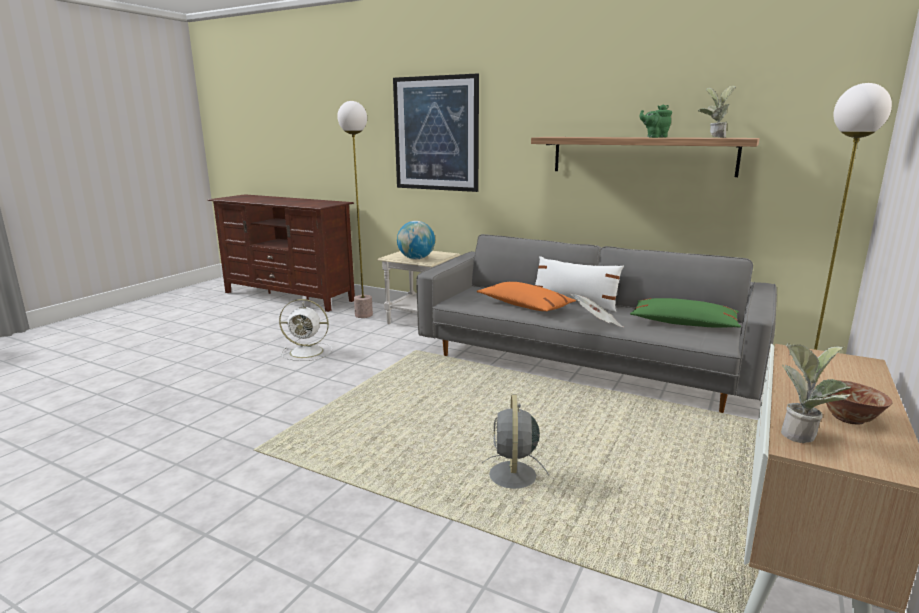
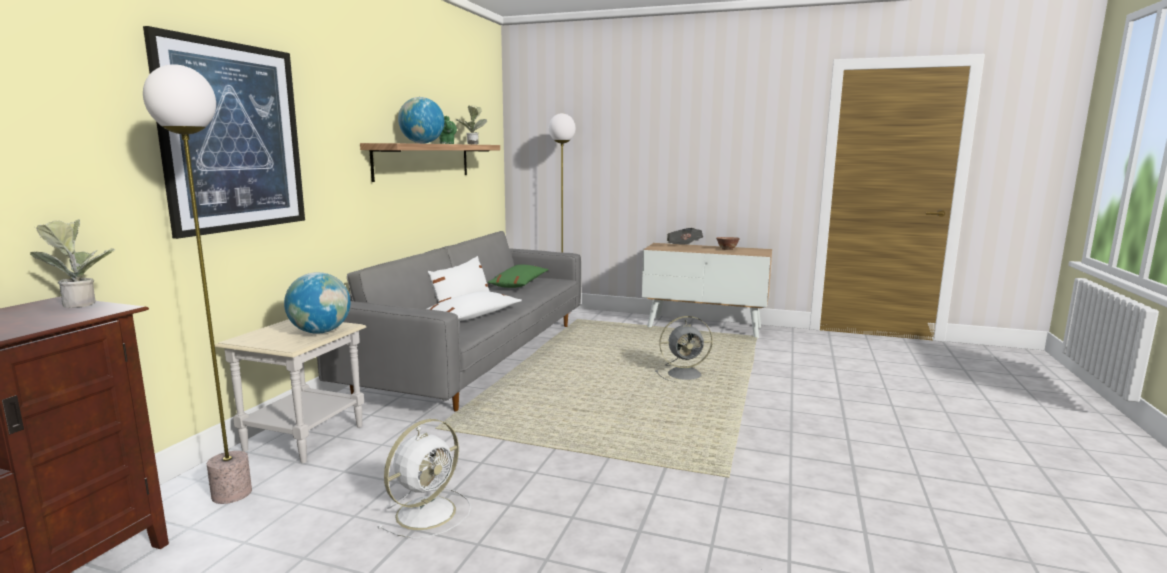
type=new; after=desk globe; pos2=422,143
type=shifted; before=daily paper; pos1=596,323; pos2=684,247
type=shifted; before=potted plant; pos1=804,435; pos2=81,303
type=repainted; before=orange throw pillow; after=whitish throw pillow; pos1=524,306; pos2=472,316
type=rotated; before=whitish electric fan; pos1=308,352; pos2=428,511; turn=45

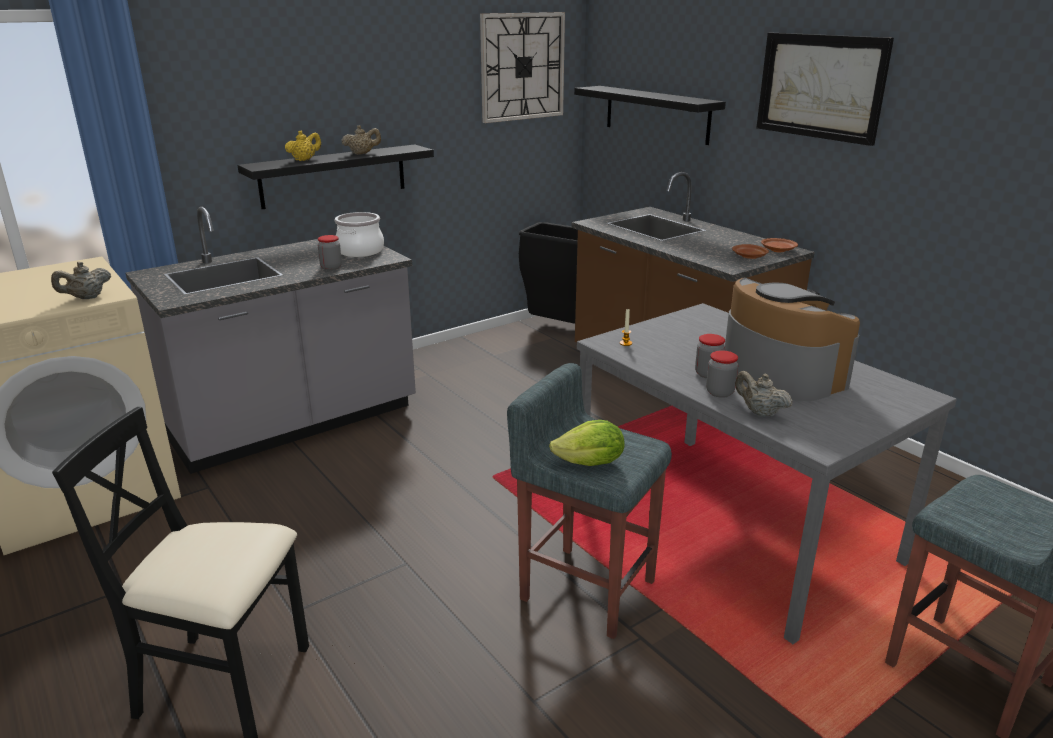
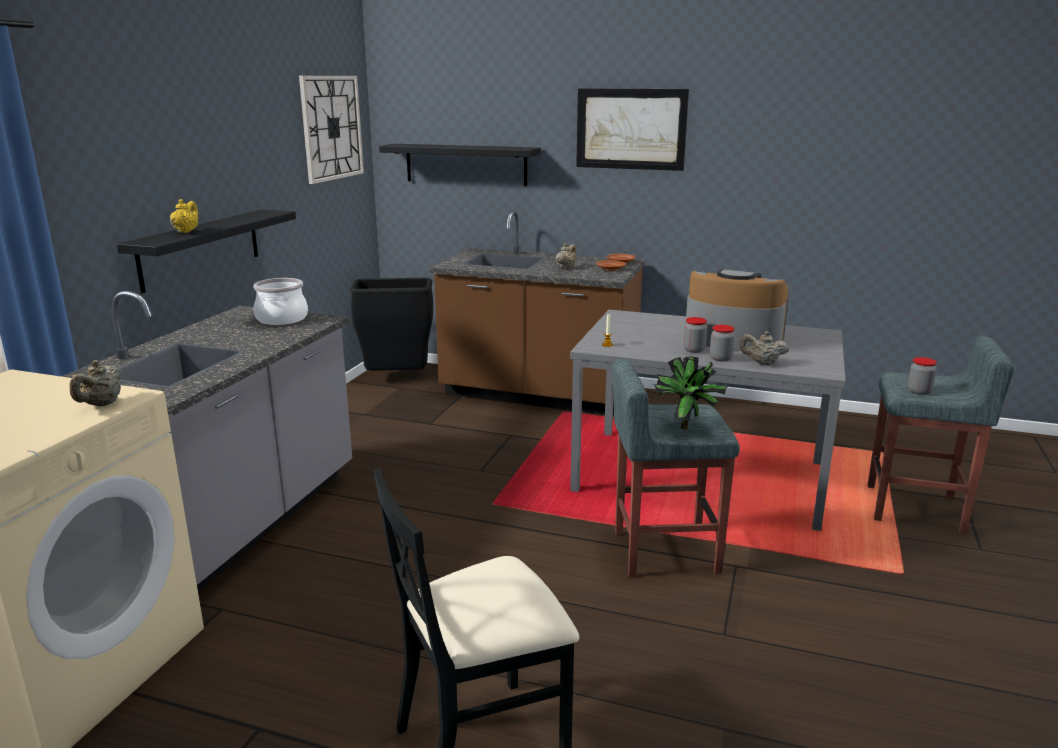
type=shifted; before=jar; pos1=331,267; pos2=919,391
type=shifted; before=beige-coloured teapot; pos1=362,154; pos2=565,268
type=swapped; before=lettuce head; after=potted plant; pos1=590,464; pos2=688,429

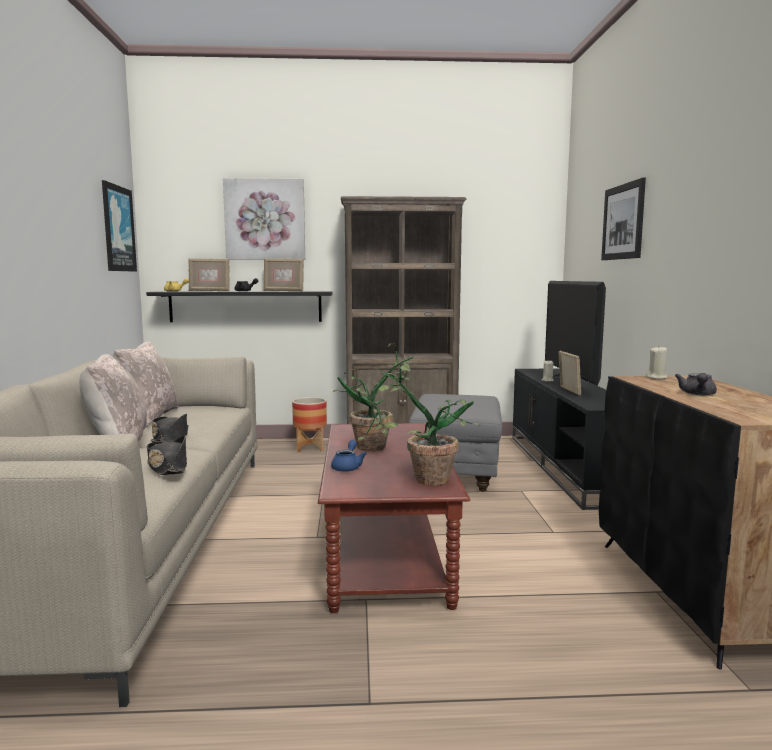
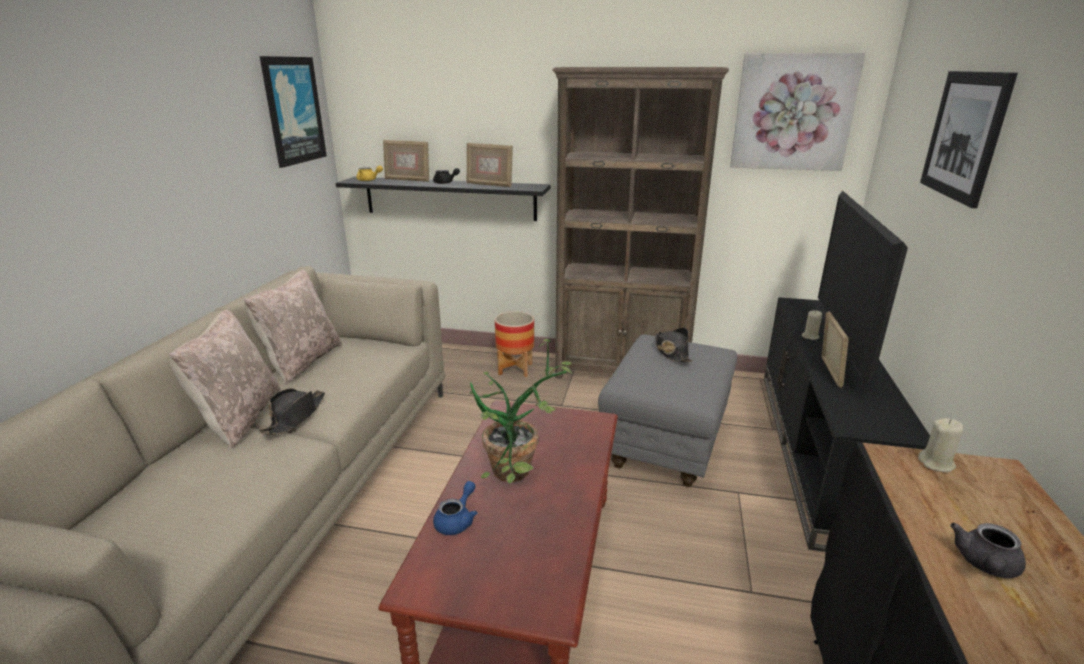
type=gone; before=potted plant; pos1=423,478
type=shifted; before=black-coloured hat; pos1=168,467; pos2=671,352
type=shifted; before=wall art; pos1=265,220; pos2=793,112

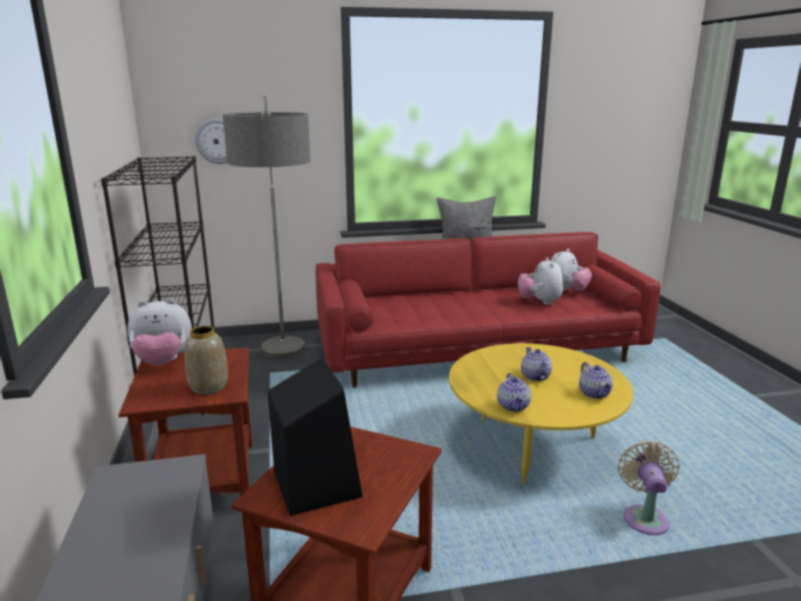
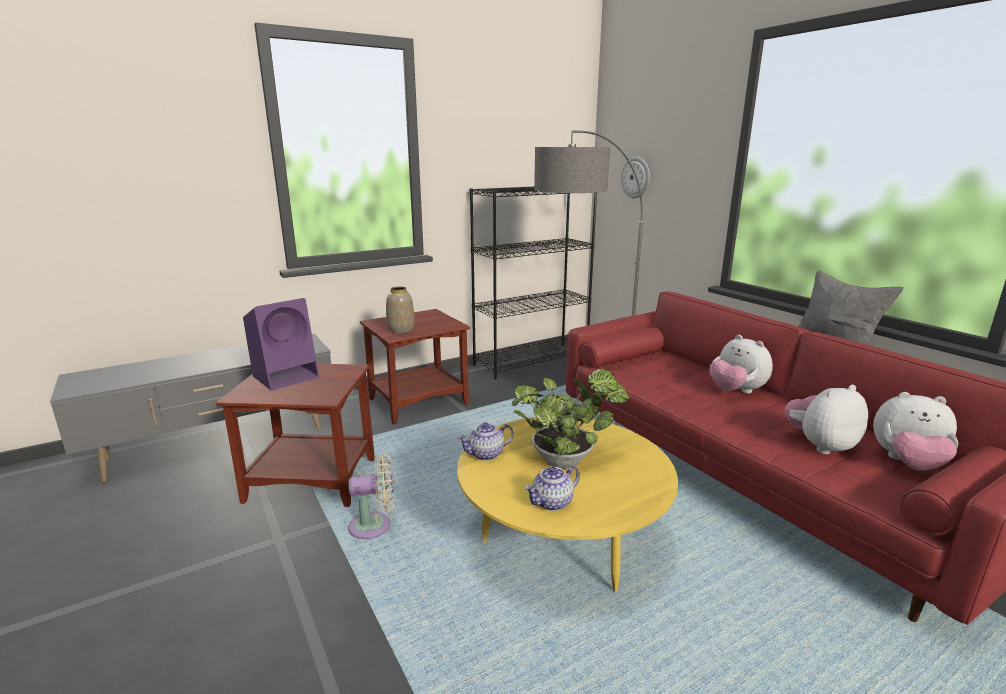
type=shifted; before=soft toy; pos1=163,362; pos2=736,391
type=shifted; before=beige-coloured electric fan; pos1=644,517; pos2=374,526
type=swapped; before=teapot; after=potted plant; pos1=534,376; pos2=566,460
type=repainted; before=black-coloured audio speaker; after=purple audio speaker; pos1=315,483; pos2=287,376

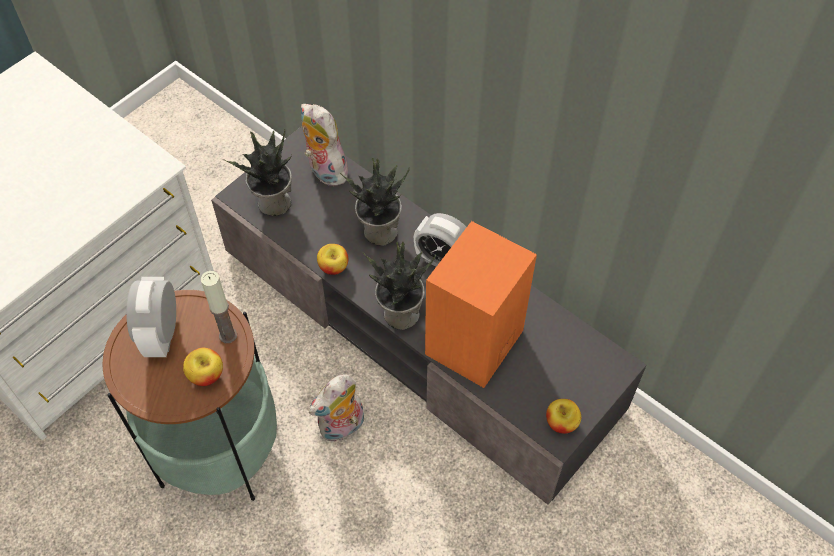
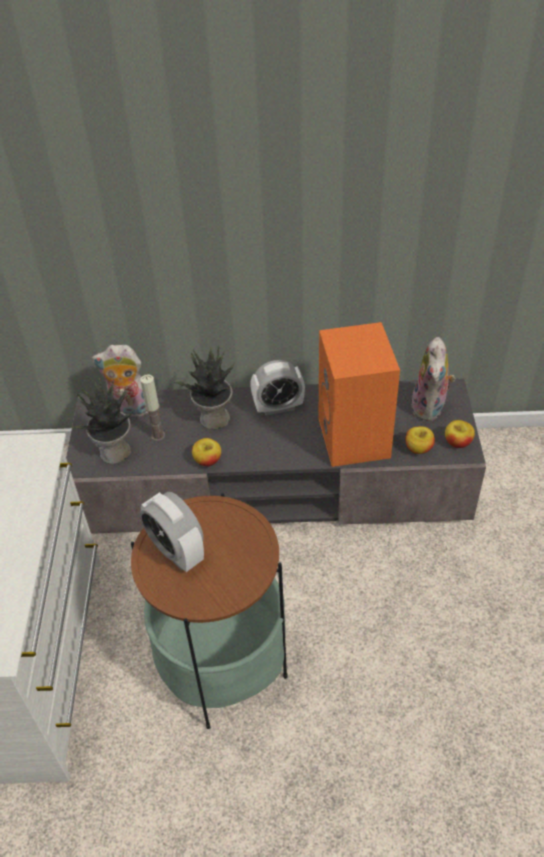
type=gone; before=potted plant; pos1=399,314
type=shifted; before=apple fruit; pos1=206,375; pos2=418,448
type=shifted; before=wax candle; pos1=228,335; pos2=158,436
type=shifted; before=soft toy; pos1=342,427; pos2=430,408

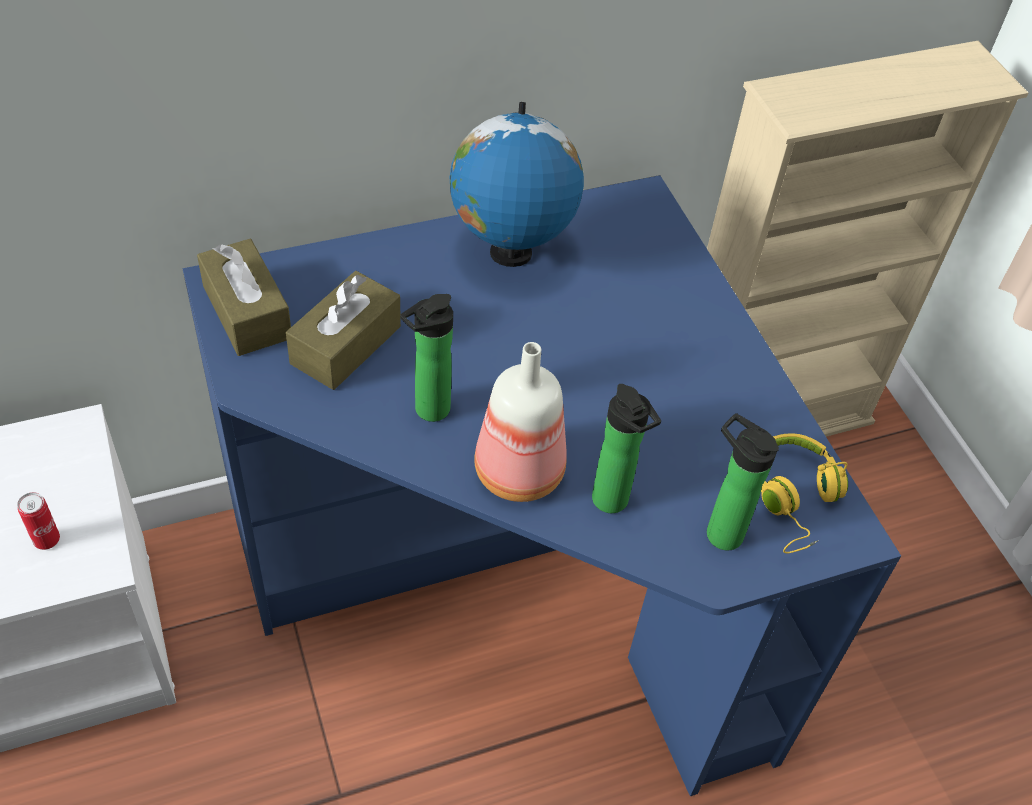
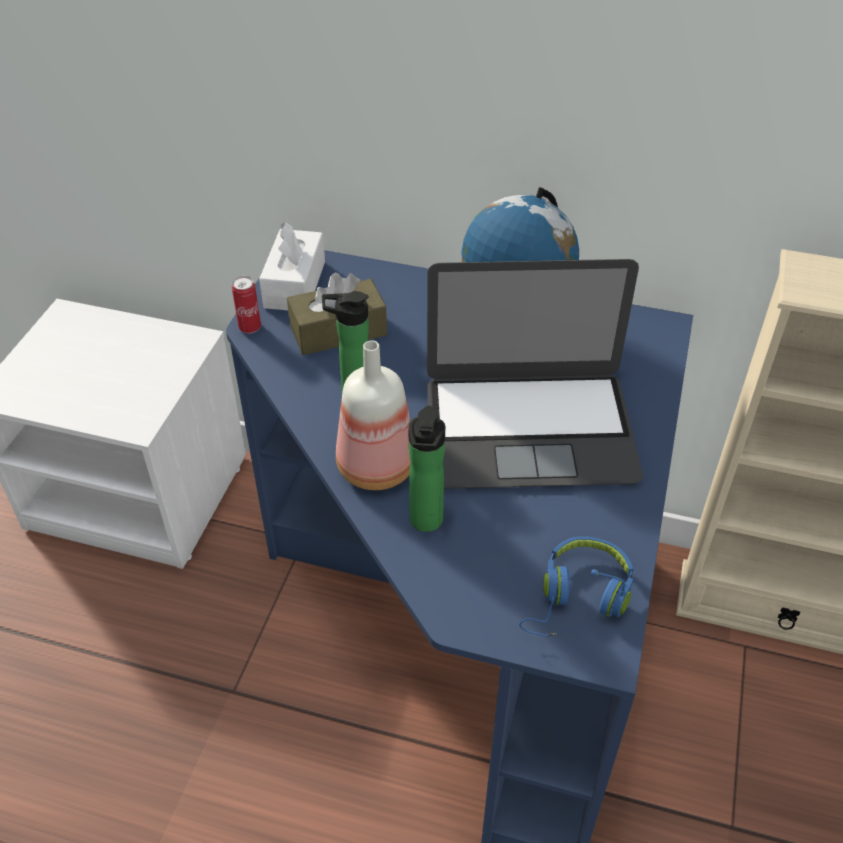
type=gone; before=bottle; pos1=719,531
type=new; after=portable computer; pos2=529,428
type=shifted; before=metal can; pos1=47,540; pos2=250,327
type=repainted; before=brown-coloured box of tissues; after=whitish box of tissues; pos1=247,312; pos2=295,284
type=repainted; before=yellowish pair of headphones; after=bluish pair of headphones; pos1=794,499; pos2=578,598

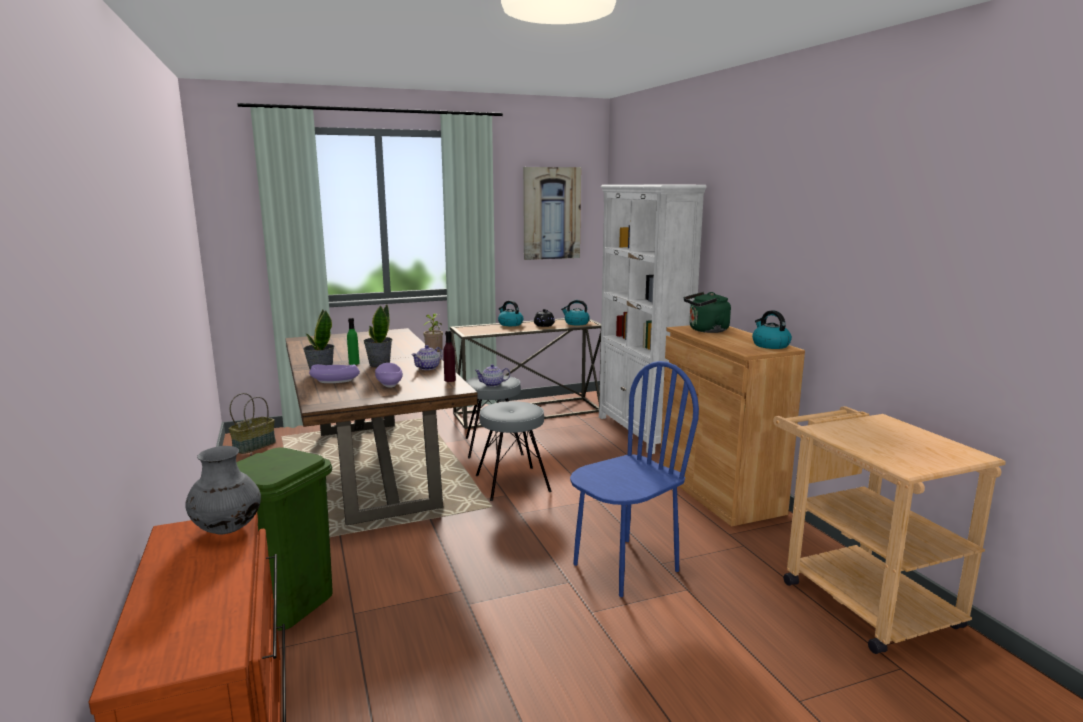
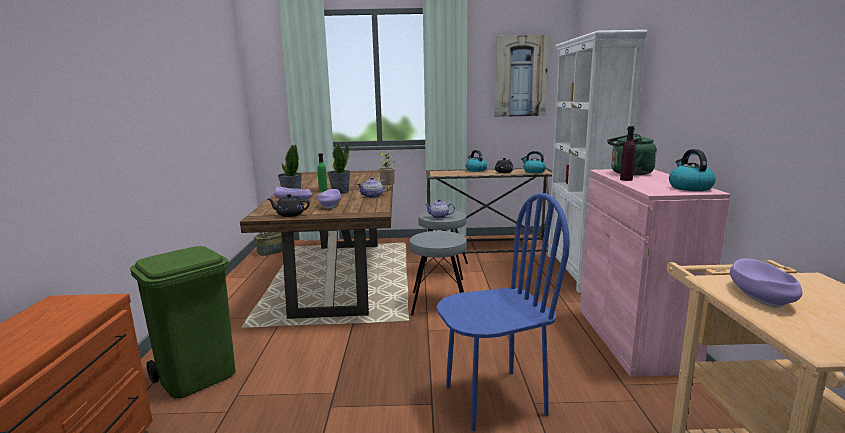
type=gone; before=gray vase; pos1=227,529
type=new; after=black-coloured teapot; pos2=289,215
type=new; after=purple serving bowl; pos2=761,296
type=shifted; before=purple bottle; pos1=450,380; pos2=626,179
type=repainted; before=brown-coloured cabinet; after=pink-coloured cabinet; pos1=719,492; pos2=633,338

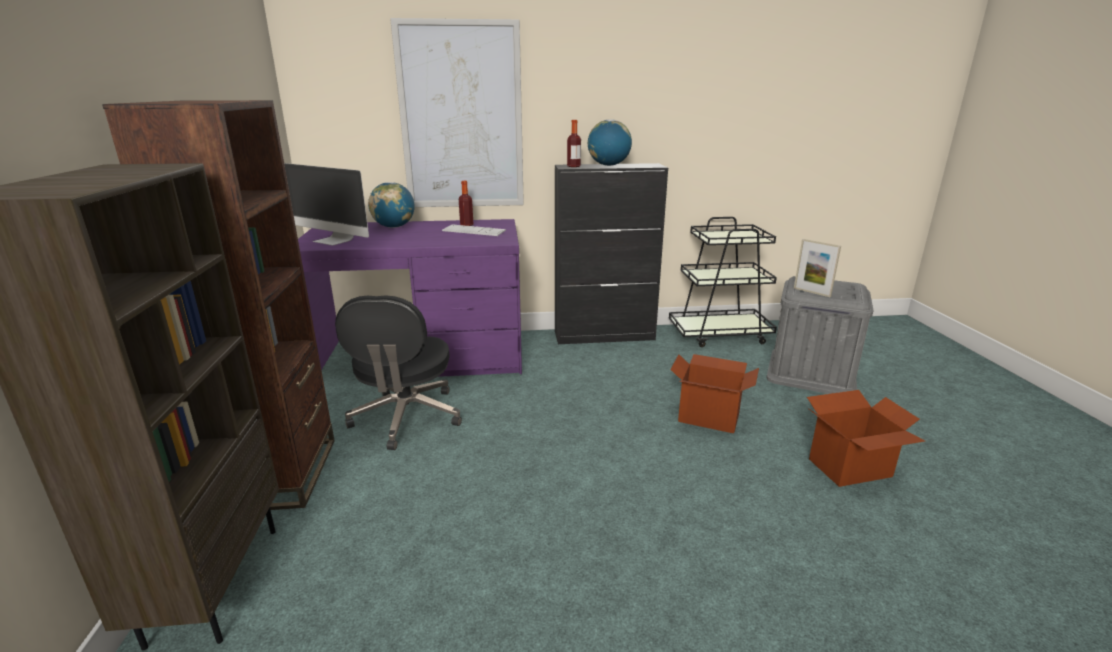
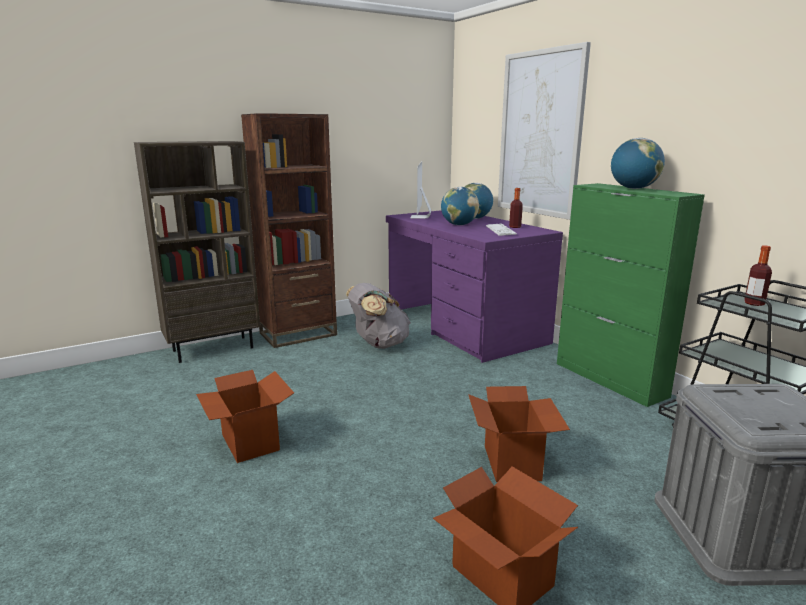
type=gone; before=standing frame; pos1=811,292
type=new; after=packing box; pos2=249,443
type=new; after=desk globe; pos2=459,225
type=shifted; before=bottle; pos1=573,166; pos2=754,303
type=swapped; before=black-coloured office chair; after=gray rucksack; pos1=406,418; pos2=378,344
type=repainted; before=black-coloured cabinet; after=green-coloured cabinet; pos1=605,336; pos2=610,380

